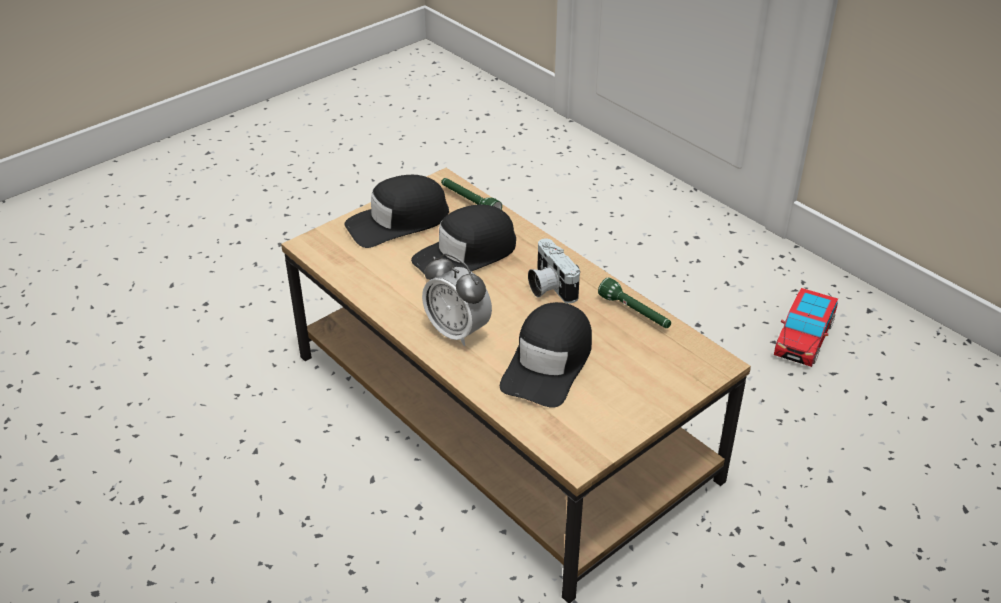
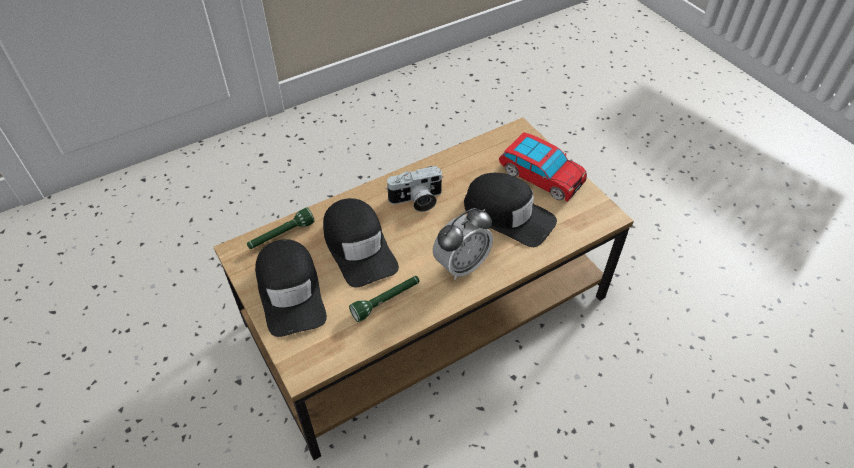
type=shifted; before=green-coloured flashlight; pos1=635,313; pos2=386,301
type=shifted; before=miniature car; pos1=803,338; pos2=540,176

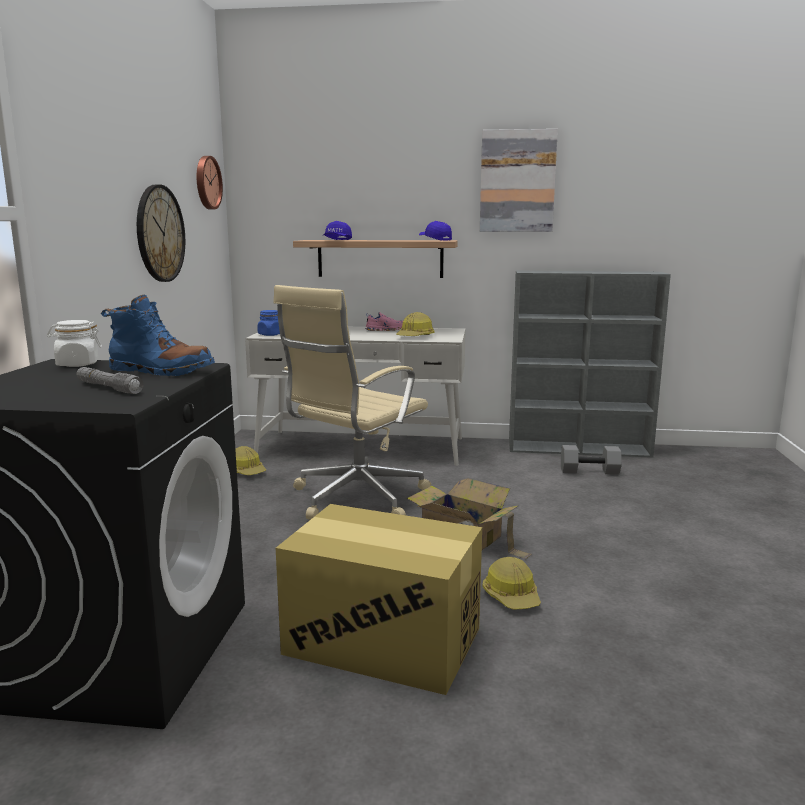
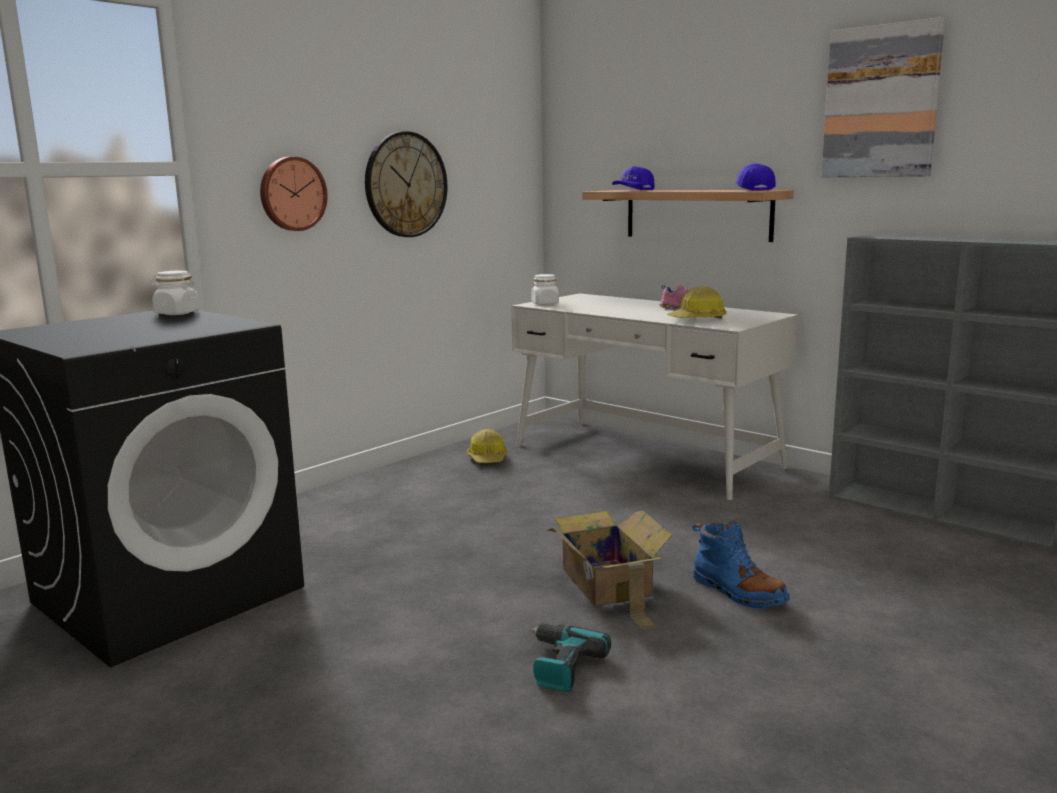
type=gone; before=gray flashlight; pos1=108,388
type=gone; before=beige-coloured office chair; pos1=355,499
type=gone; before=packing box; pos1=382,640
type=gone; before=gray hand weight; pos1=590,471
type=shifted; before=bluish boot; pos1=160,371; pos2=737,592
type=shifted; before=hanging clock; pos1=206,182; pos2=292,194
type=swapped; before=work helmet; after=power drill; pos1=512,596; pos2=560,665
type=repainted; before=bluish jar; after=whitish jar; pos1=270,334; pos2=545,304

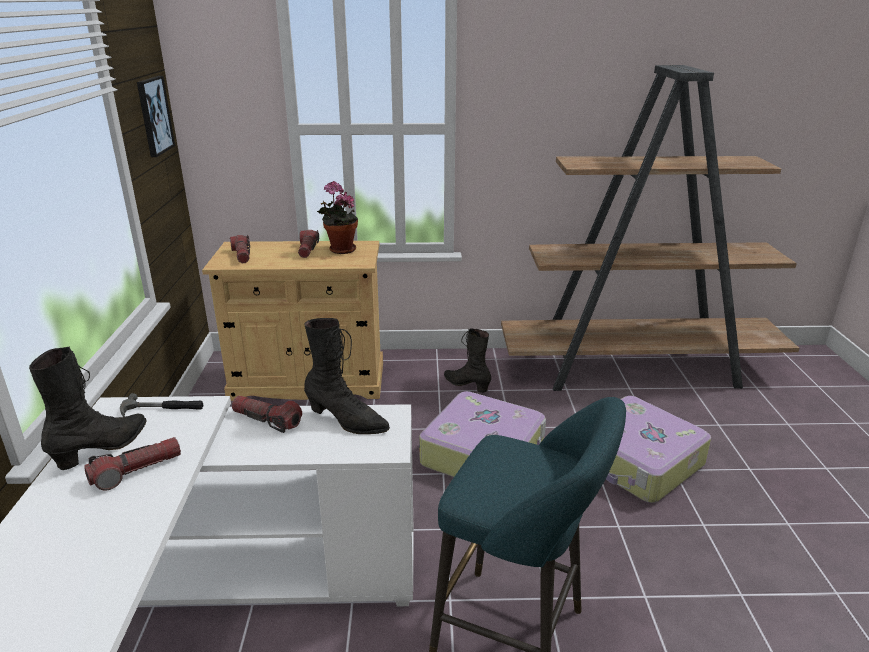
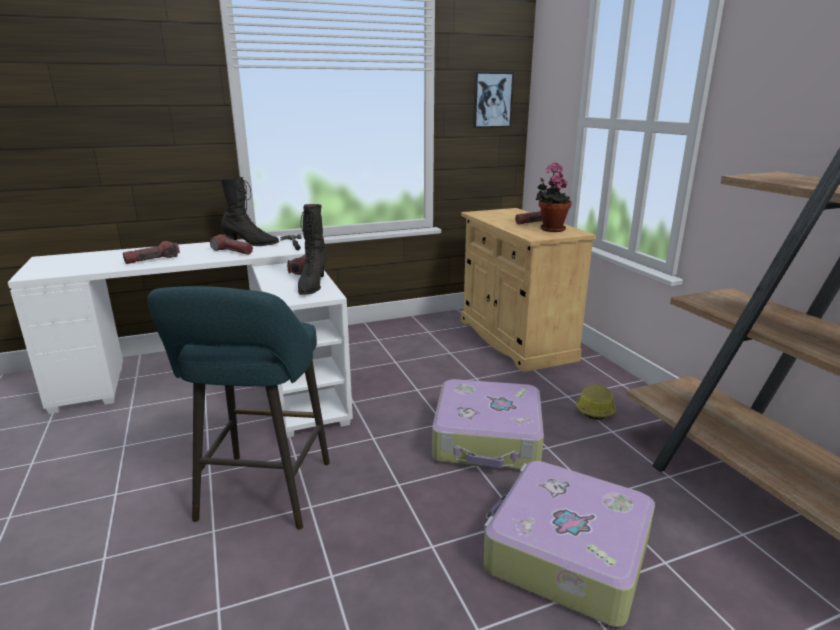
type=shifted; before=flashlight; pos1=242,255; pos2=153,260
type=swapped; before=black-coloured boot; after=work helmet; pos1=467,385; pos2=595,409

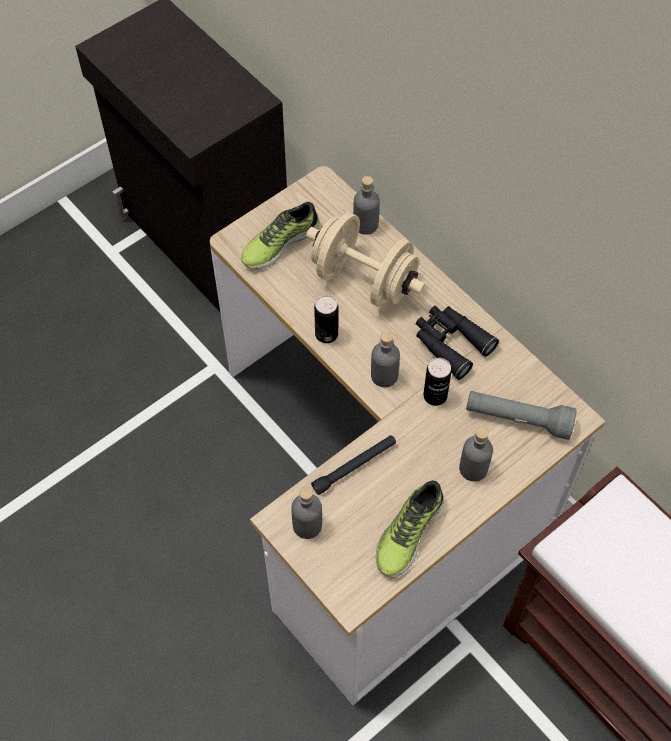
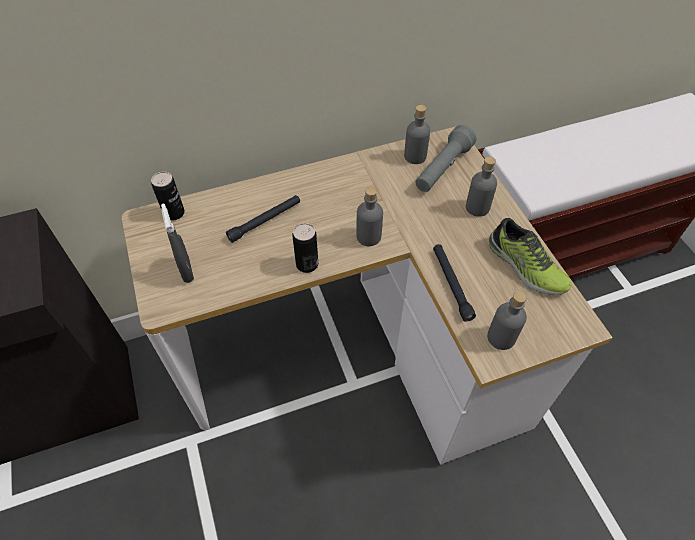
type=gone; before=black-coloured field glasses; pos1=450,343
type=shifted; before=gray bottle; pos1=365,224; pos2=415,156
type=shifted; before=metal can; pos1=435,396; pos2=174,213
type=swapped; before=shoe; after=gray sprayer; pos1=279,243; pos2=186,271
type=swapped; before=beige-coloured hand weight; after=black-coloured flashlight; pos1=364,280; pos2=265,221

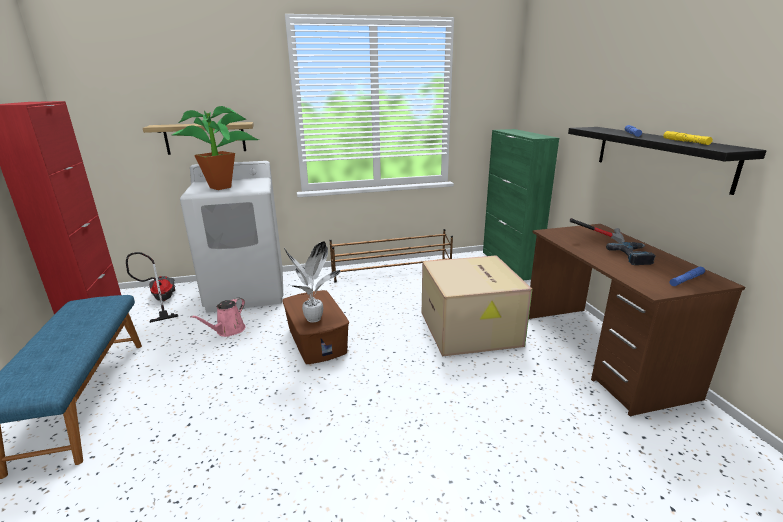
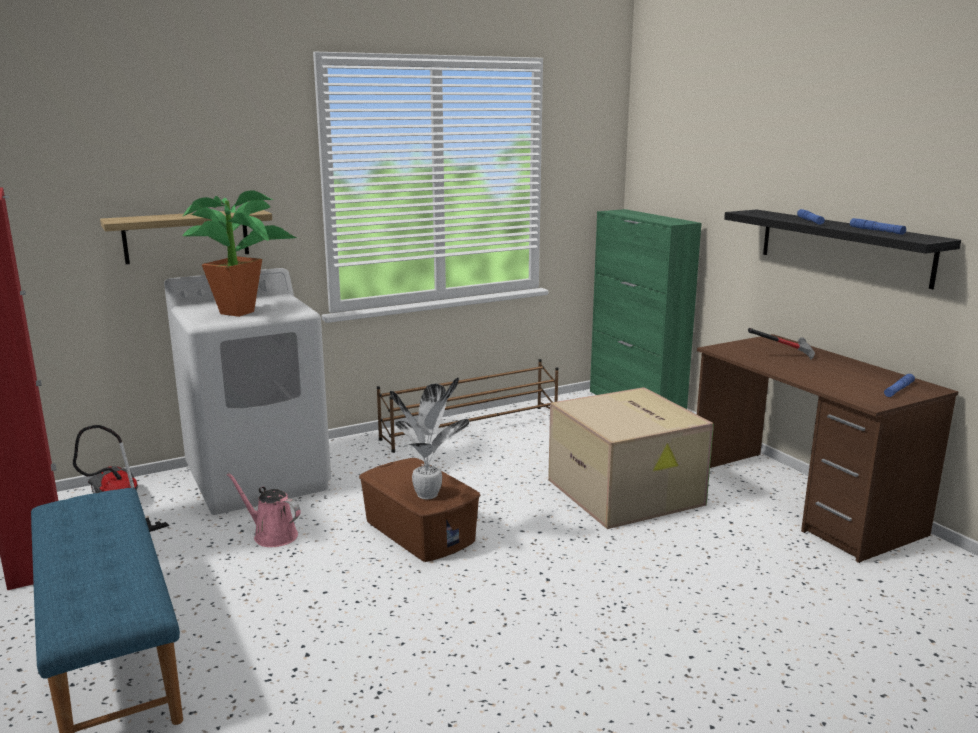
type=gone; before=power drill; pos1=634,256
type=repainted; before=yellowish flashlight; after=bluish flashlight; pos1=685,141; pos2=876,230
type=rotated; before=pink-coloured watering pot; pos1=228,331; pos2=272,535; turn=105

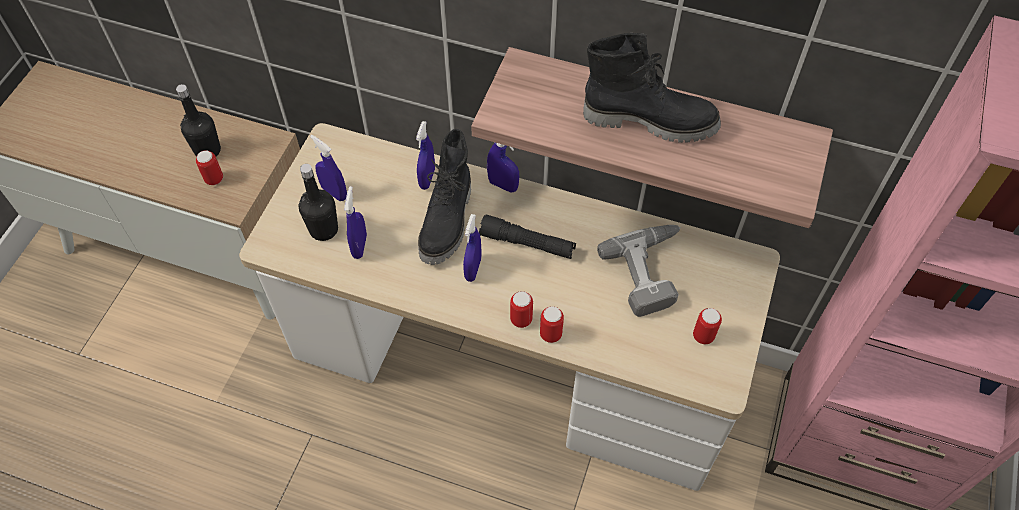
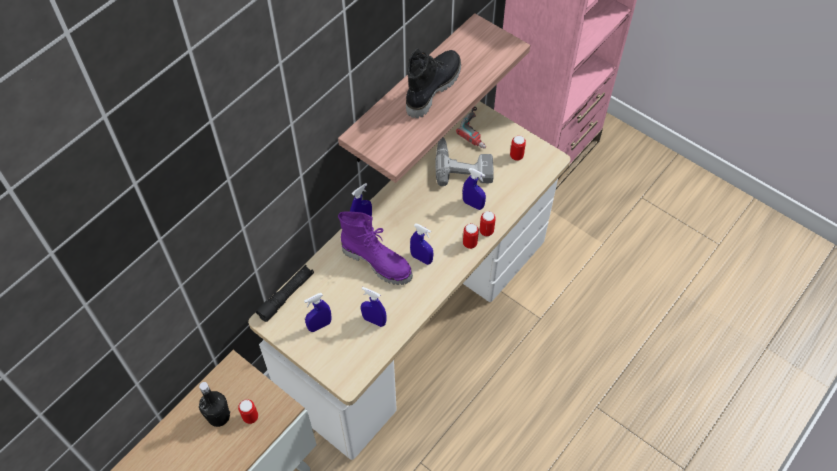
type=gone; before=black-coloured bottle; pos1=324,229
type=new; after=power drill; pos2=478,128
type=shifted; before=bluish sprayer; pos1=427,178; pos2=473,204
type=shifted; before=black-coloured flashlight; pos1=527,243; pos2=286,296
type=repainted; before=black-coloured boot; after=purple boot; pos1=448,222; pos2=378,262

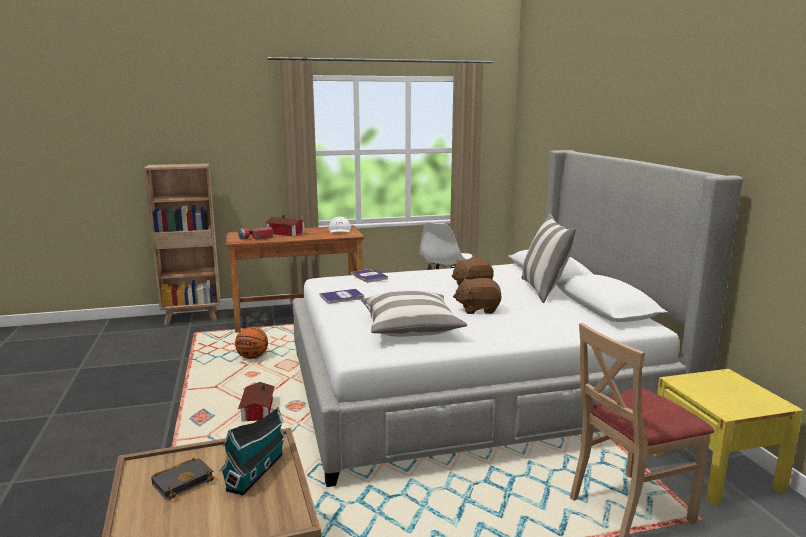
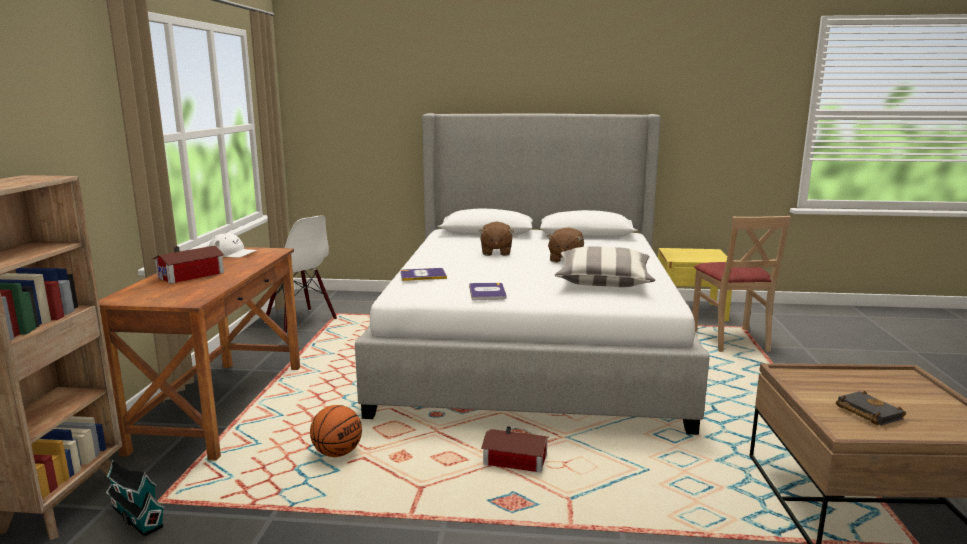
type=gone; before=flashlight; pos1=256,238
type=gone; before=throw pillow; pos1=544,290
type=shifted; before=toy house; pos1=257,470; pos2=136,516

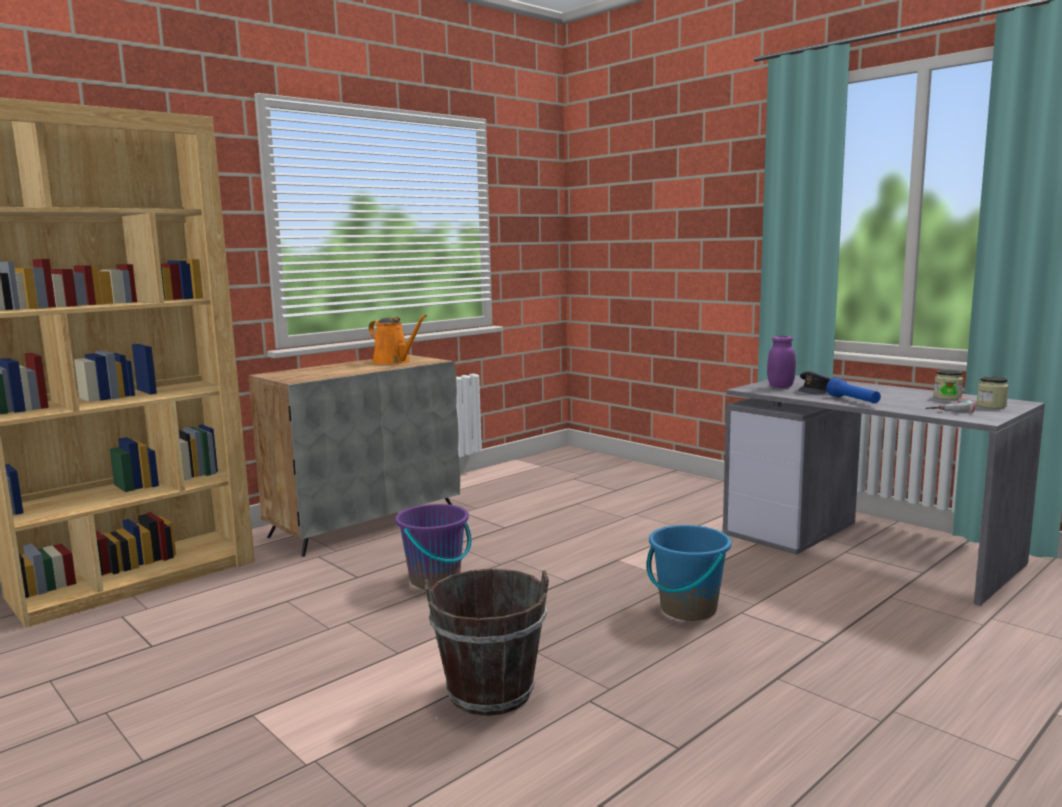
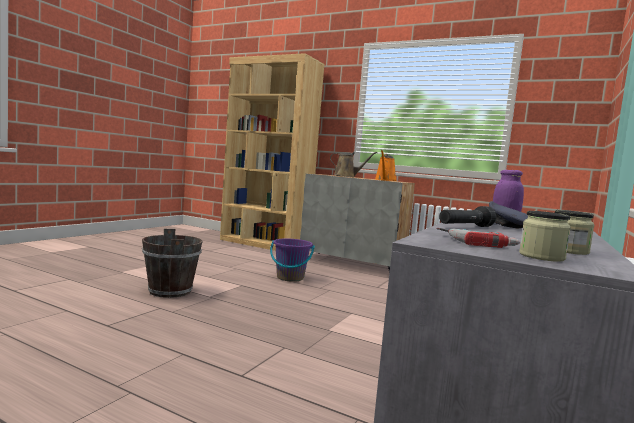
type=gone; before=bluish pail; pos1=688,609
type=new; after=brown-coloured watering pot; pos2=346,176
type=repainted; before=bluish flashlight; after=black-coloured flashlight; pos1=853,401; pos2=465,227

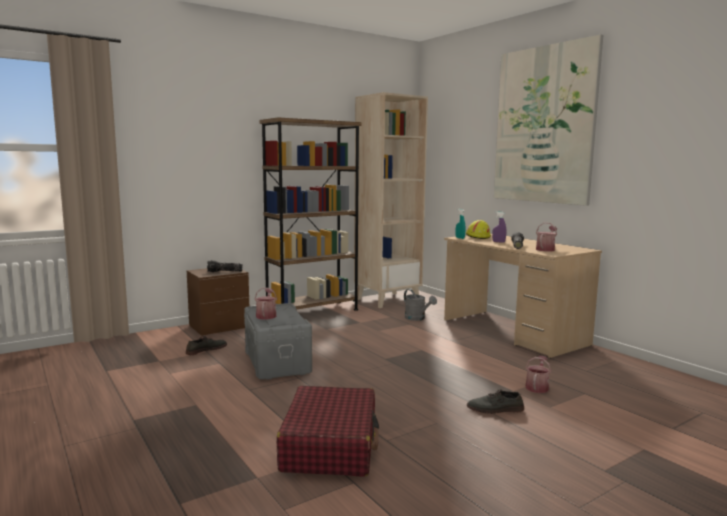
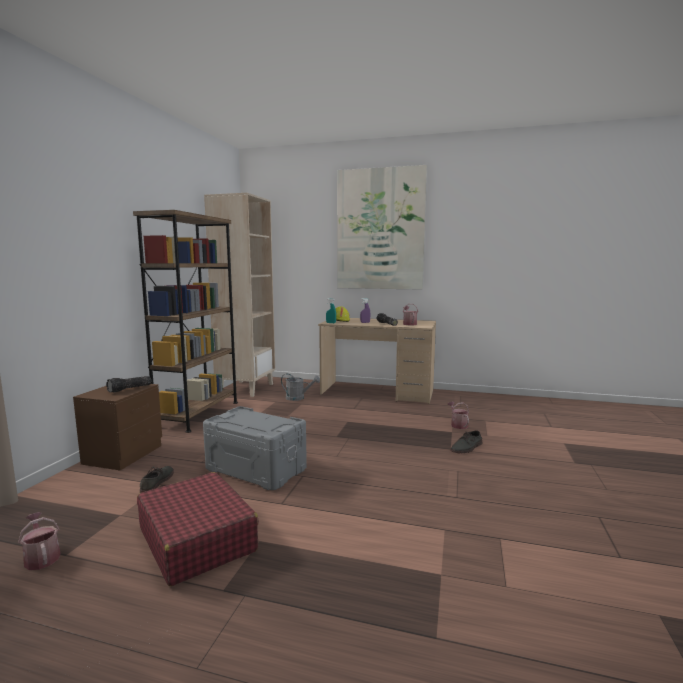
type=shifted; before=watering pot; pos1=266,315; pos2=41,557
type=shifted; before=red-coloured piece of luggage; pos1=330,445; pos2=197,539

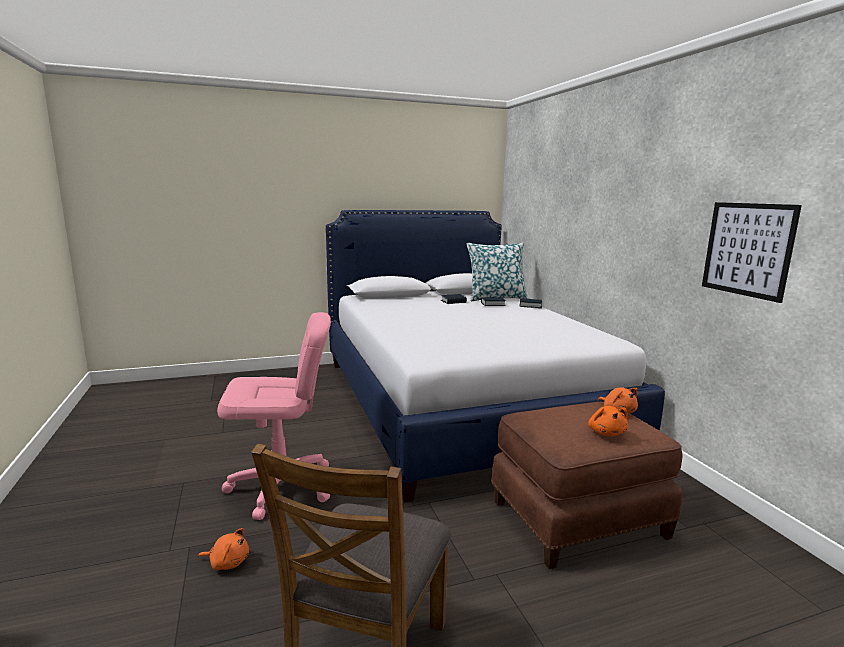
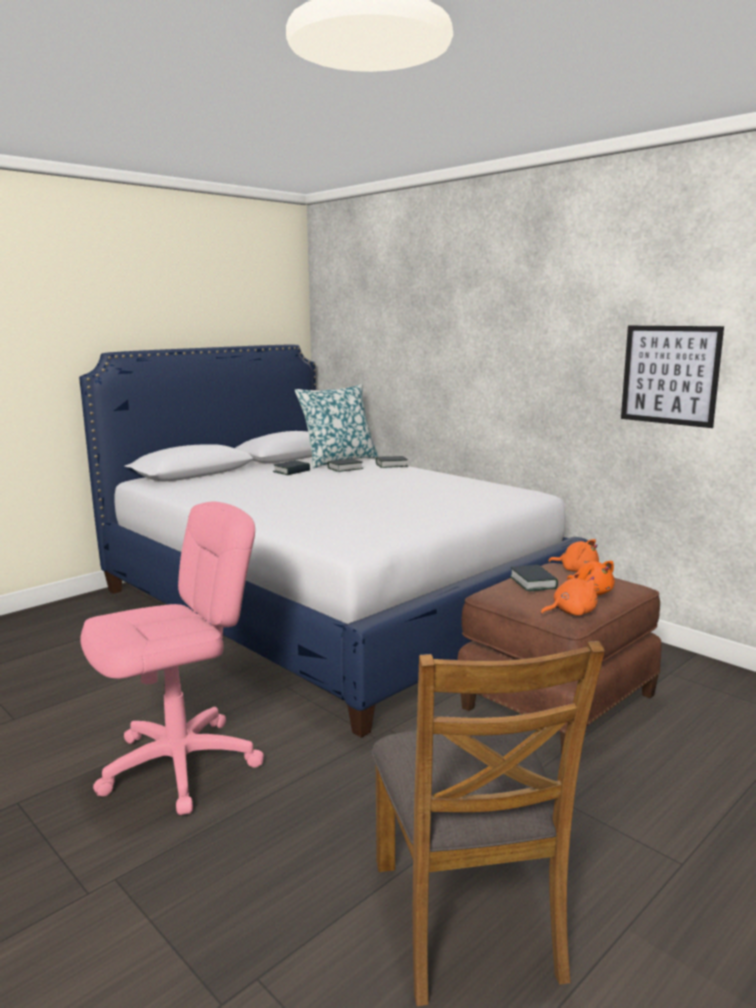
type=new; after=volume; pos2=533,583
type=shifted; before=orange soft toy; pos1=227,562; pos2=571,612

